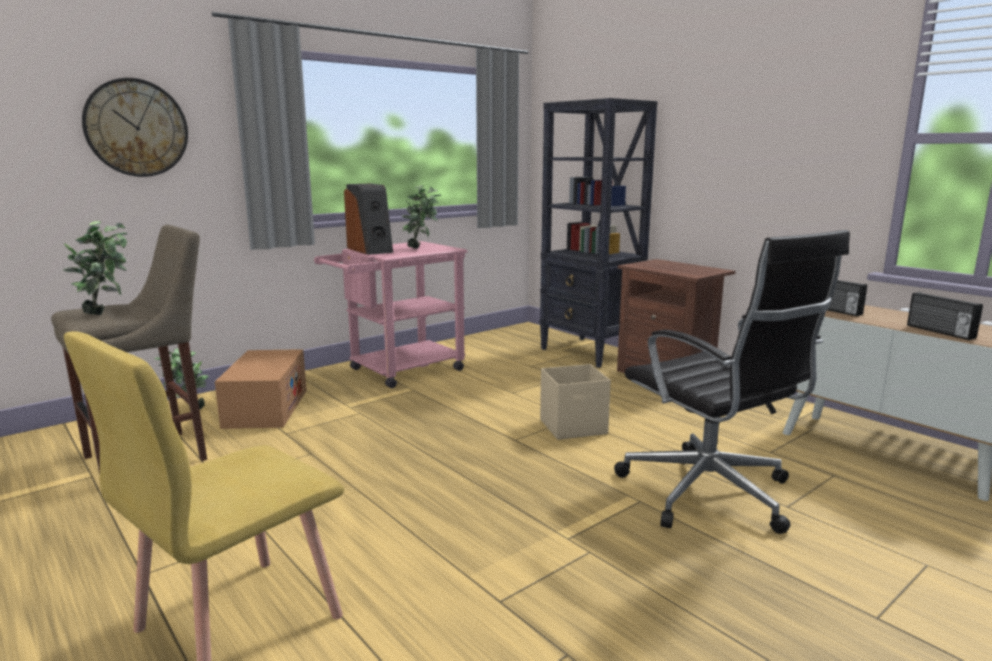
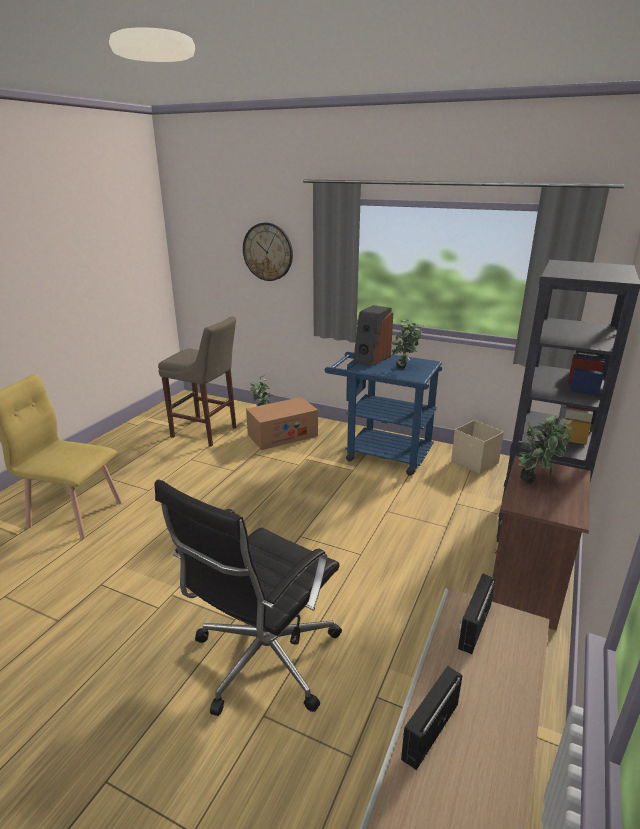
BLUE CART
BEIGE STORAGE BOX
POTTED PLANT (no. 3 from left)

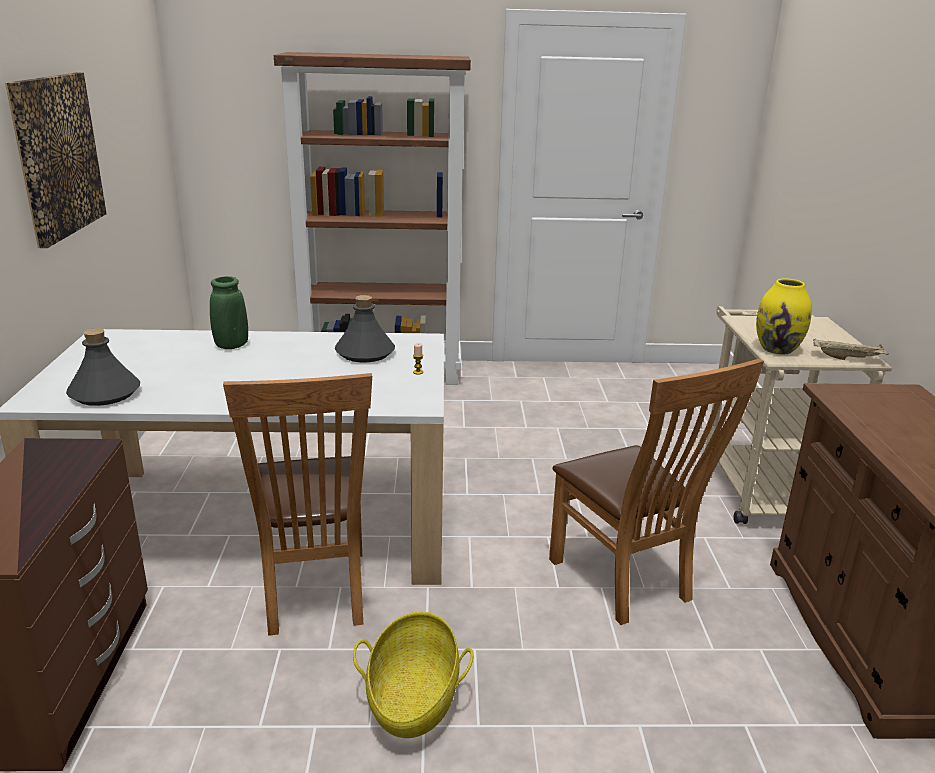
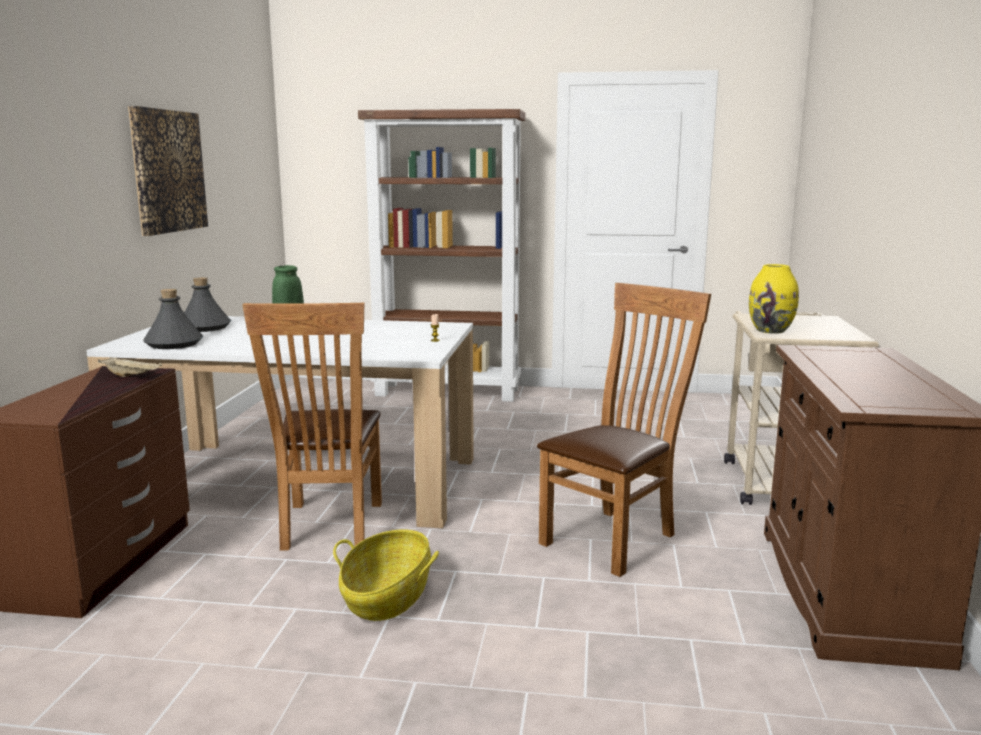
BEIGE TRAY
GREY BOTTLE (no. 2 from left)
BROWN CHAIR (no. 2 from left)

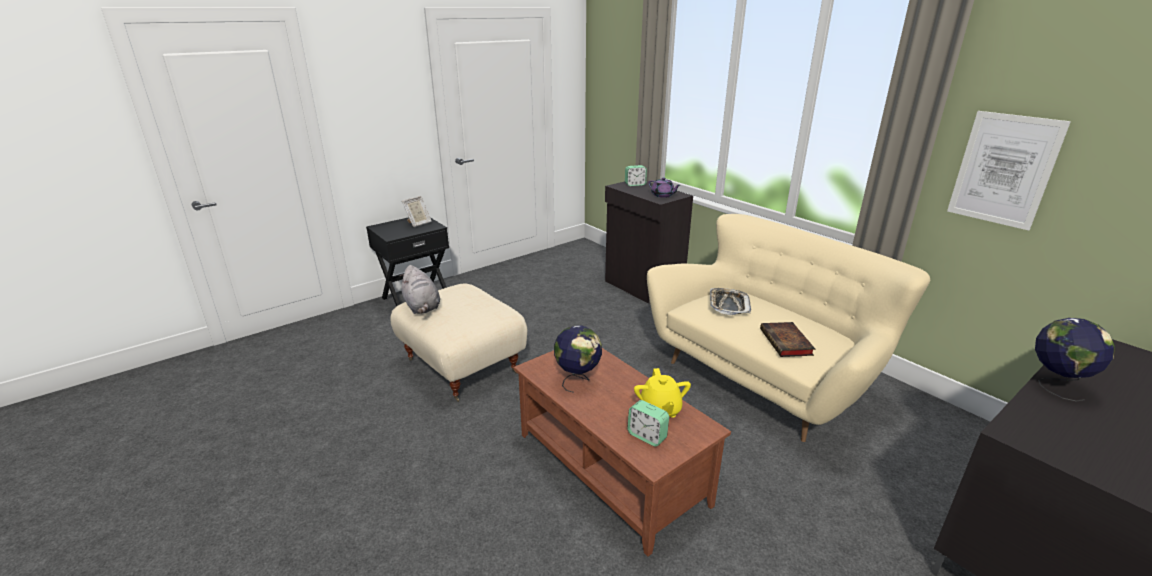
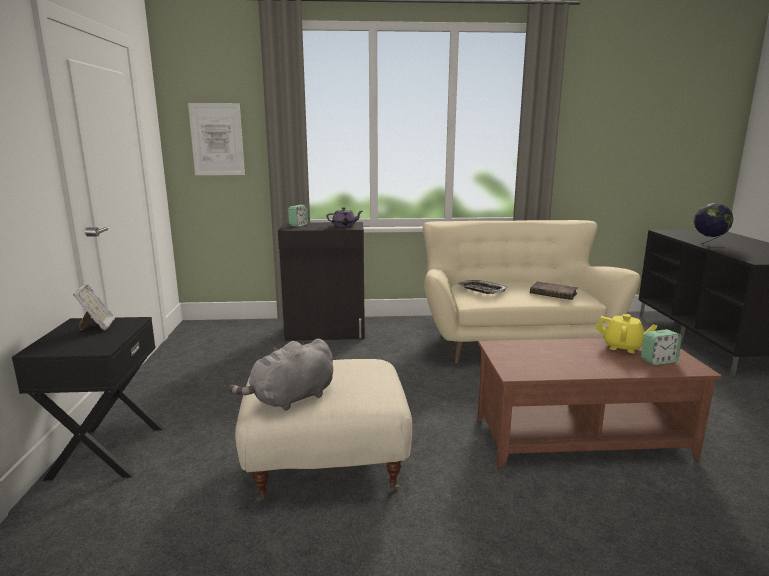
PICTURE
GREY PLUSH TOY
GLOBE (no. 1 from left in the first image)

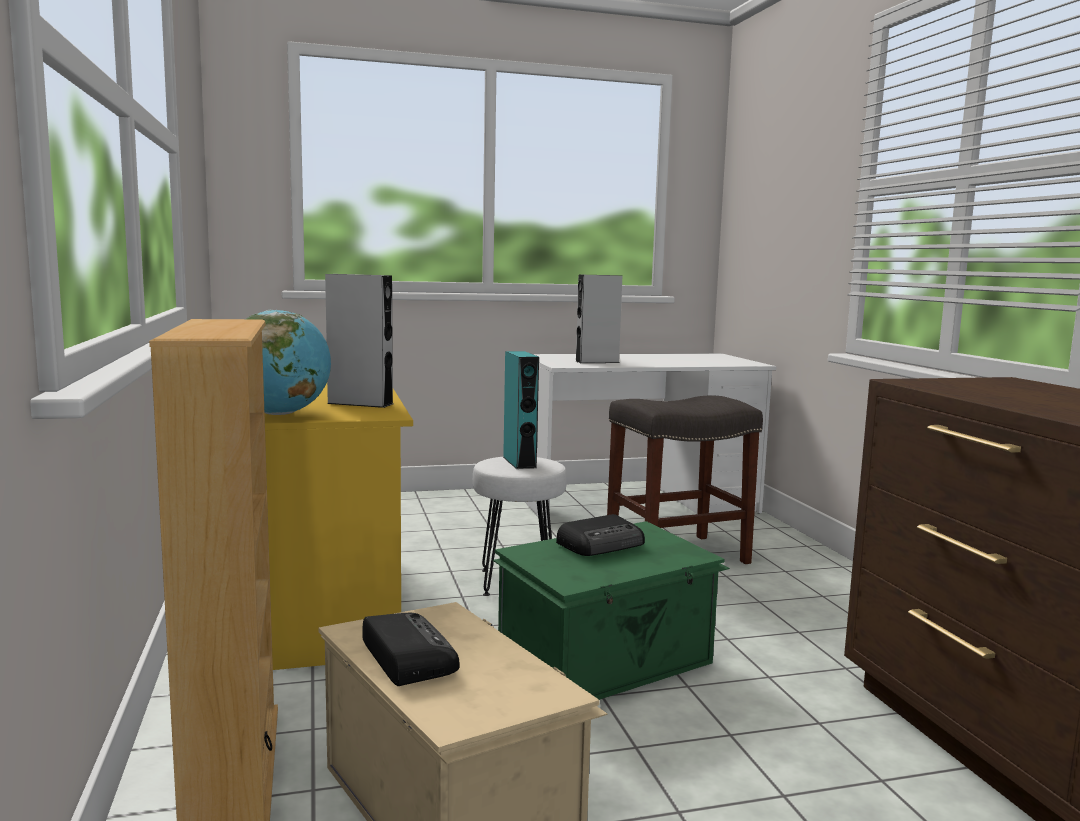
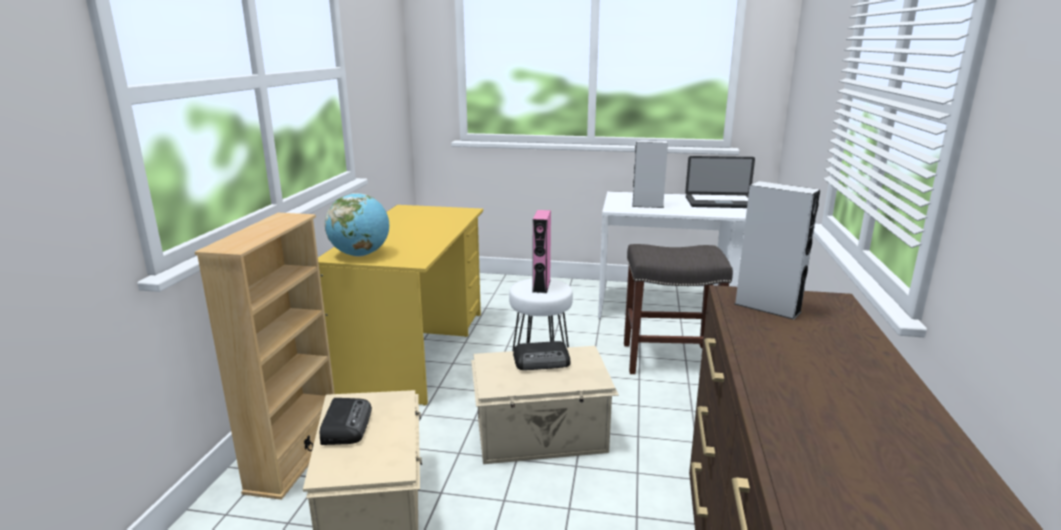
BEIGE STORAGE BOX (no. 2 from left)
PINK SPEAKER
LAPTOP
GREY SPEAKER (no. 2 from left)

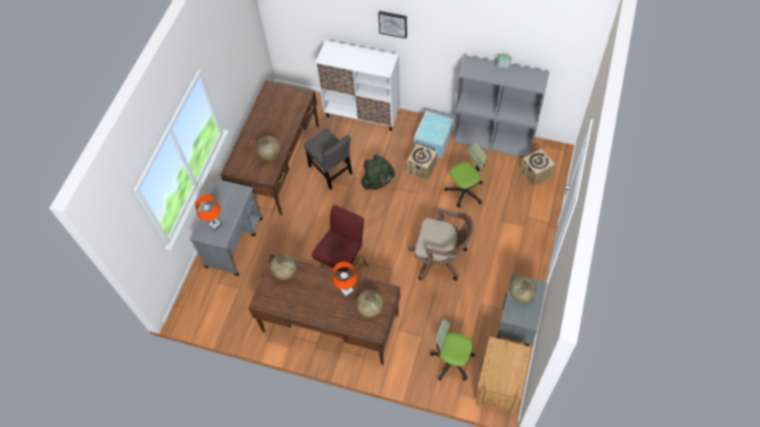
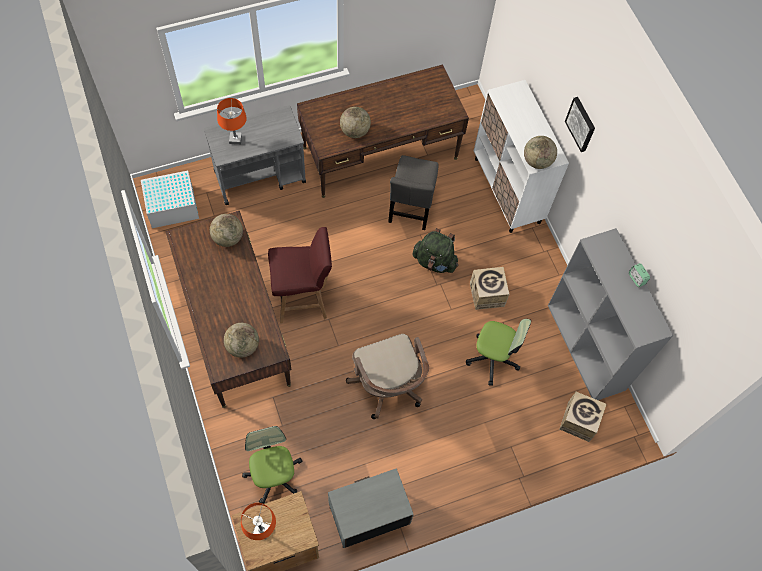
WHITE STORAGE BOX
ORANGE TABLE LAMP (no. 2 from left)
GLOBE (no. 4 from left)

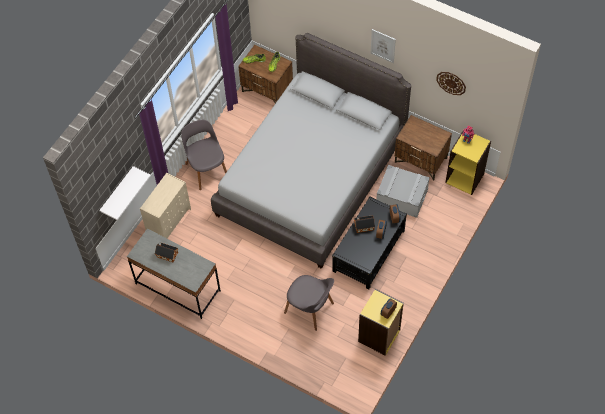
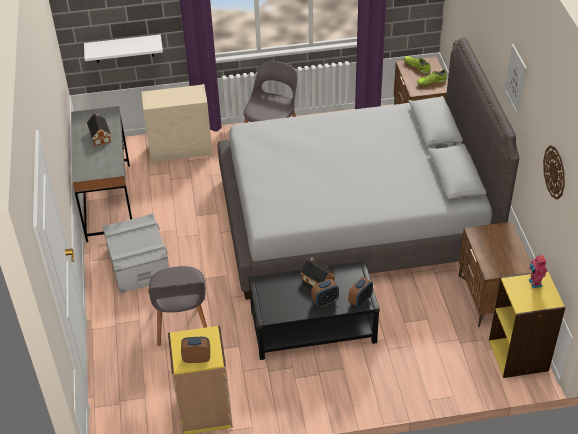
GREY STORAGE BOX

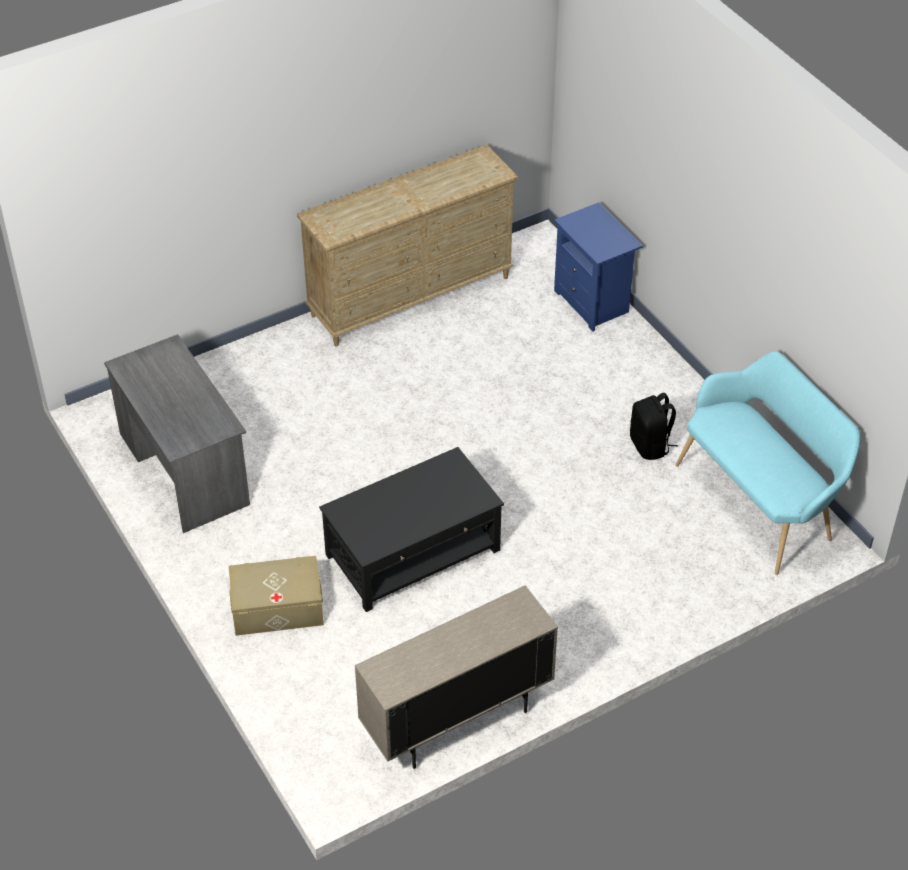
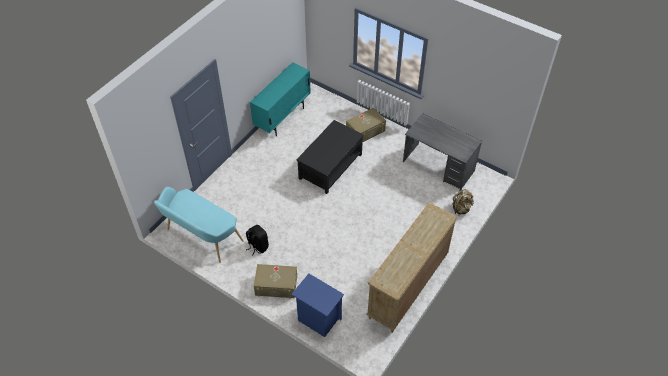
TURQUOISE CABINET
BEIGE STORAGE BOX (no. 1 from left)
BEIGE BACKPACK

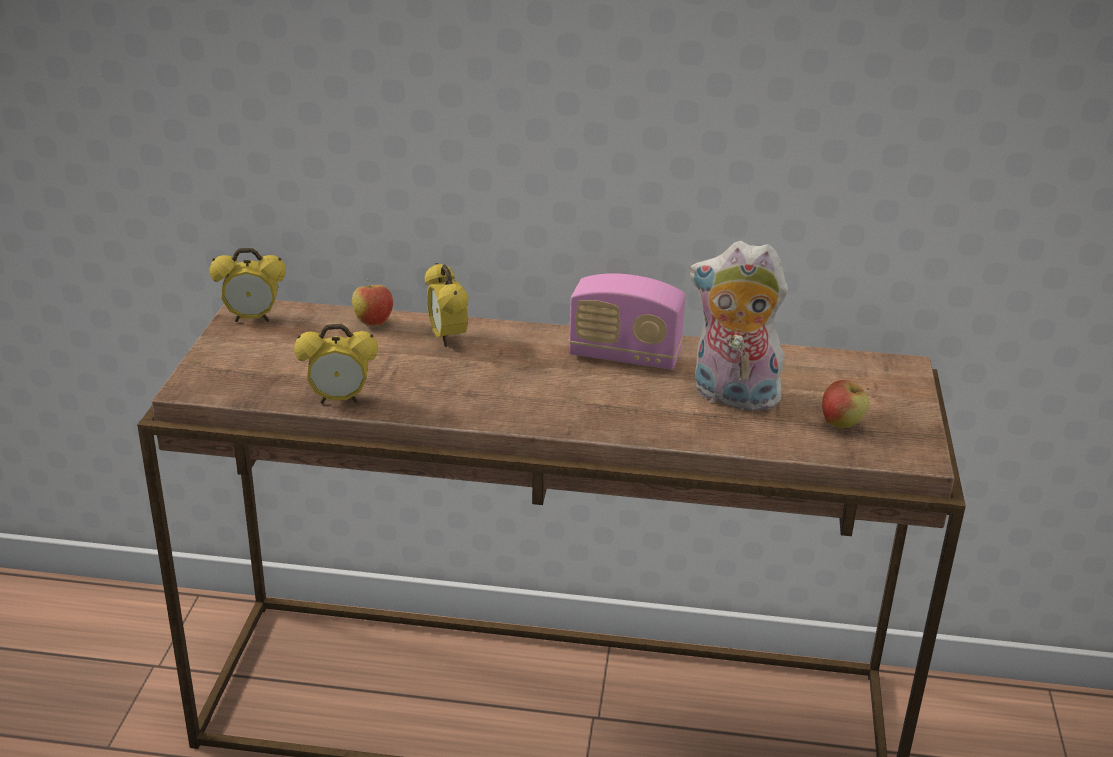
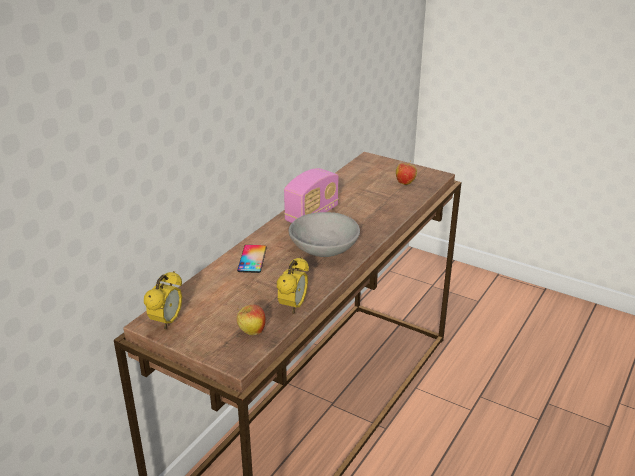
PHONE
APPLE (no. 1 from left)
GREY BOWL
PLUSH TOY

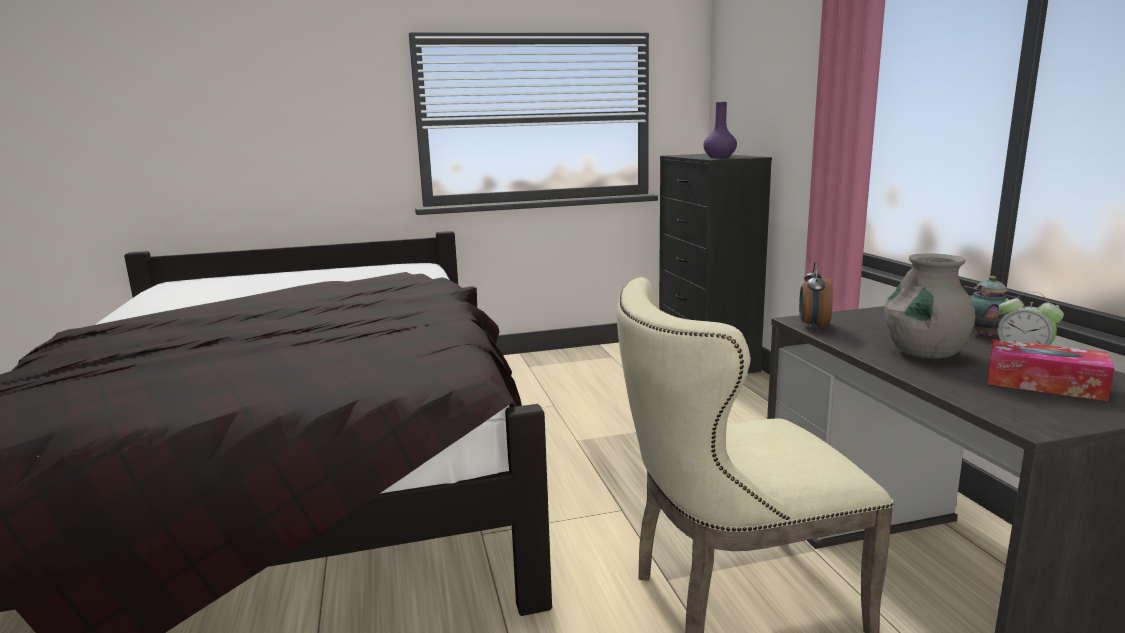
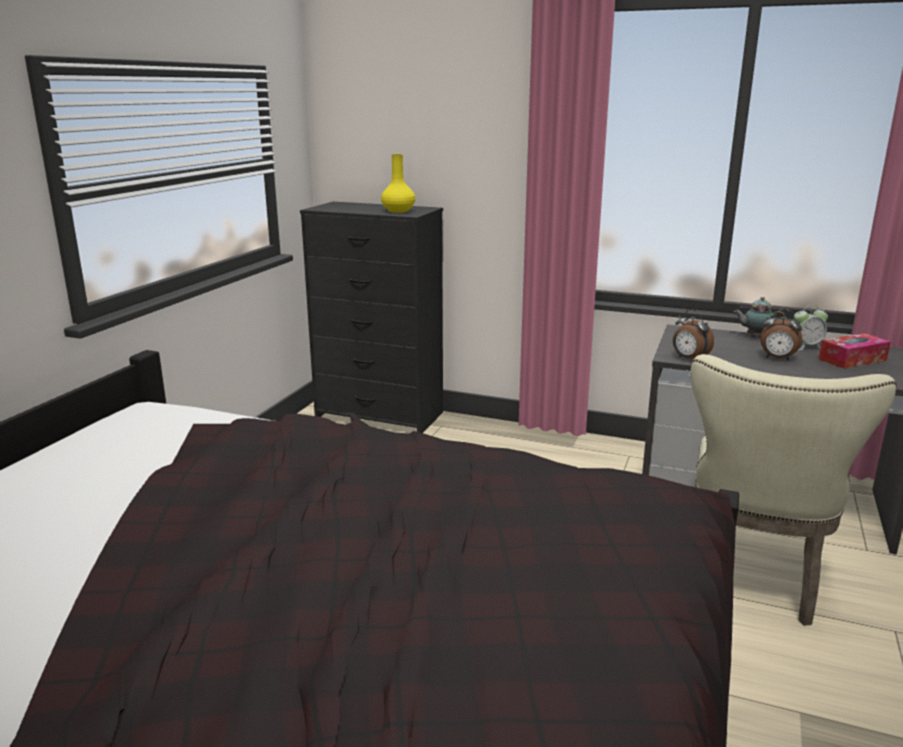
YELLOW VASE
ALARM CLOCK (no. 2 from left)

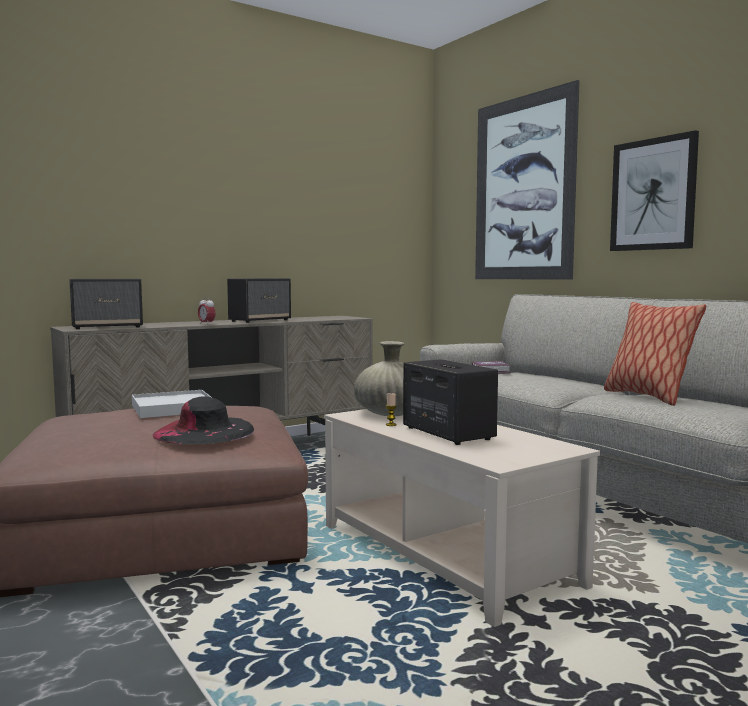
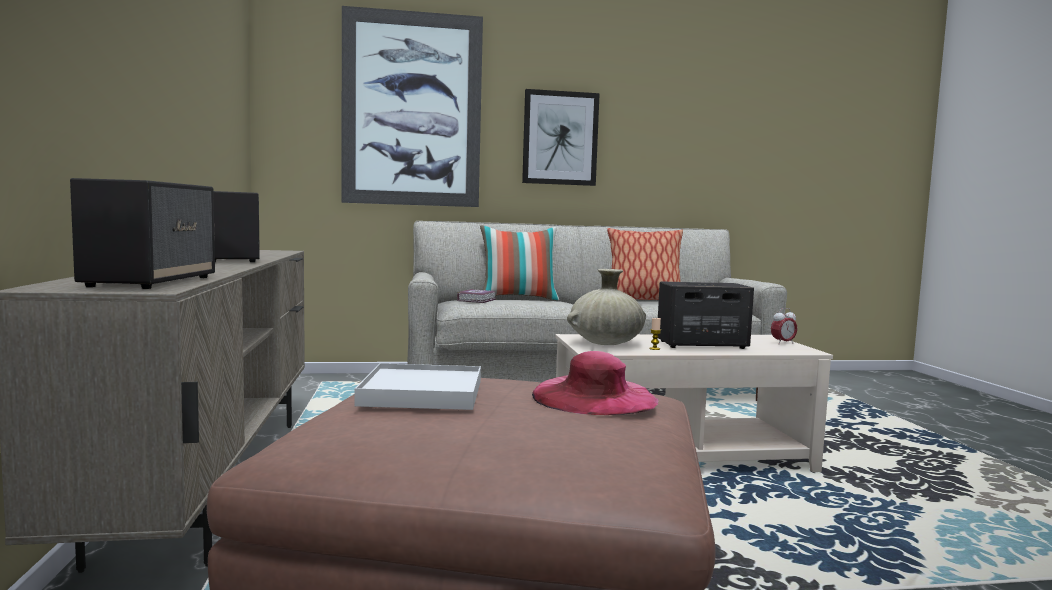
PILLOW (no. 1 from left)
PINK HAT
ALARM CLOCK

